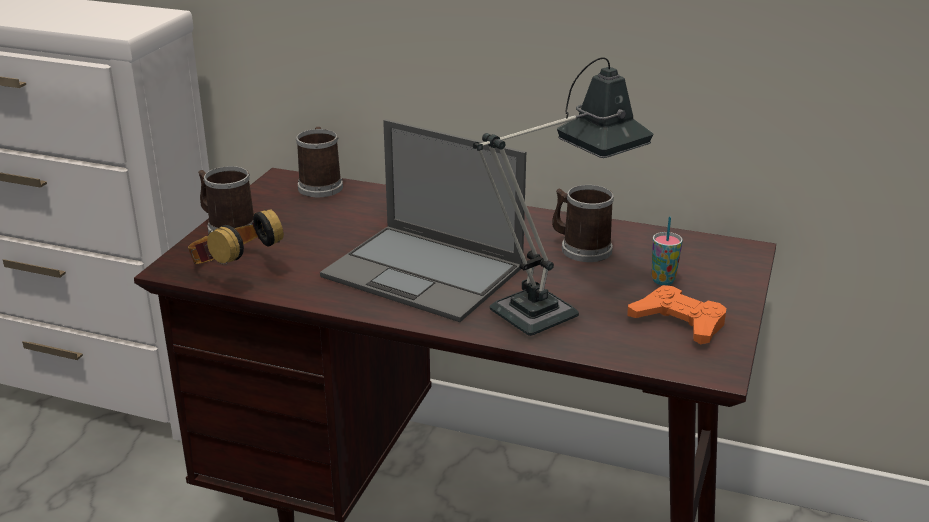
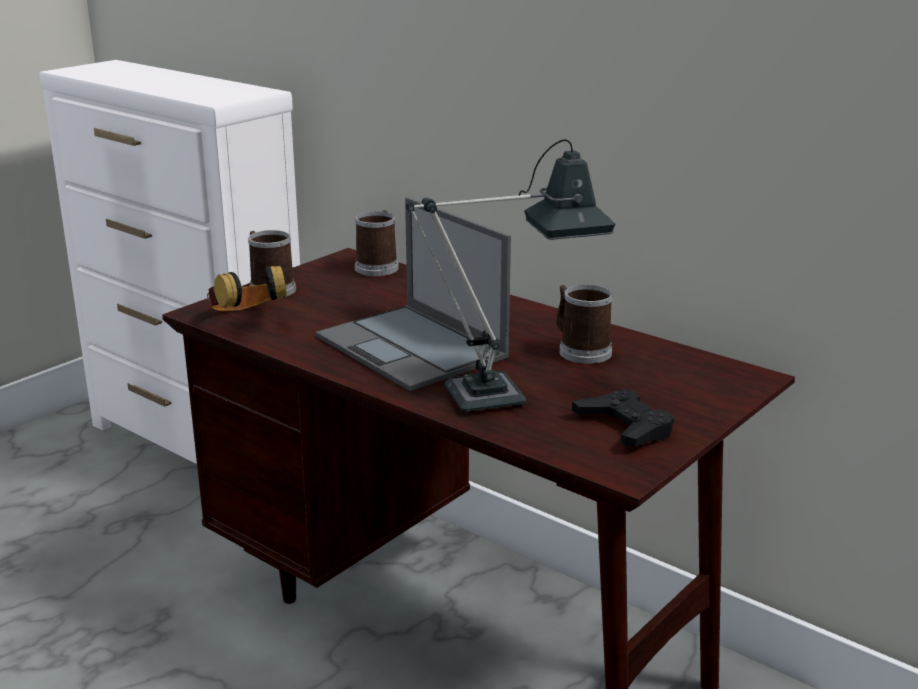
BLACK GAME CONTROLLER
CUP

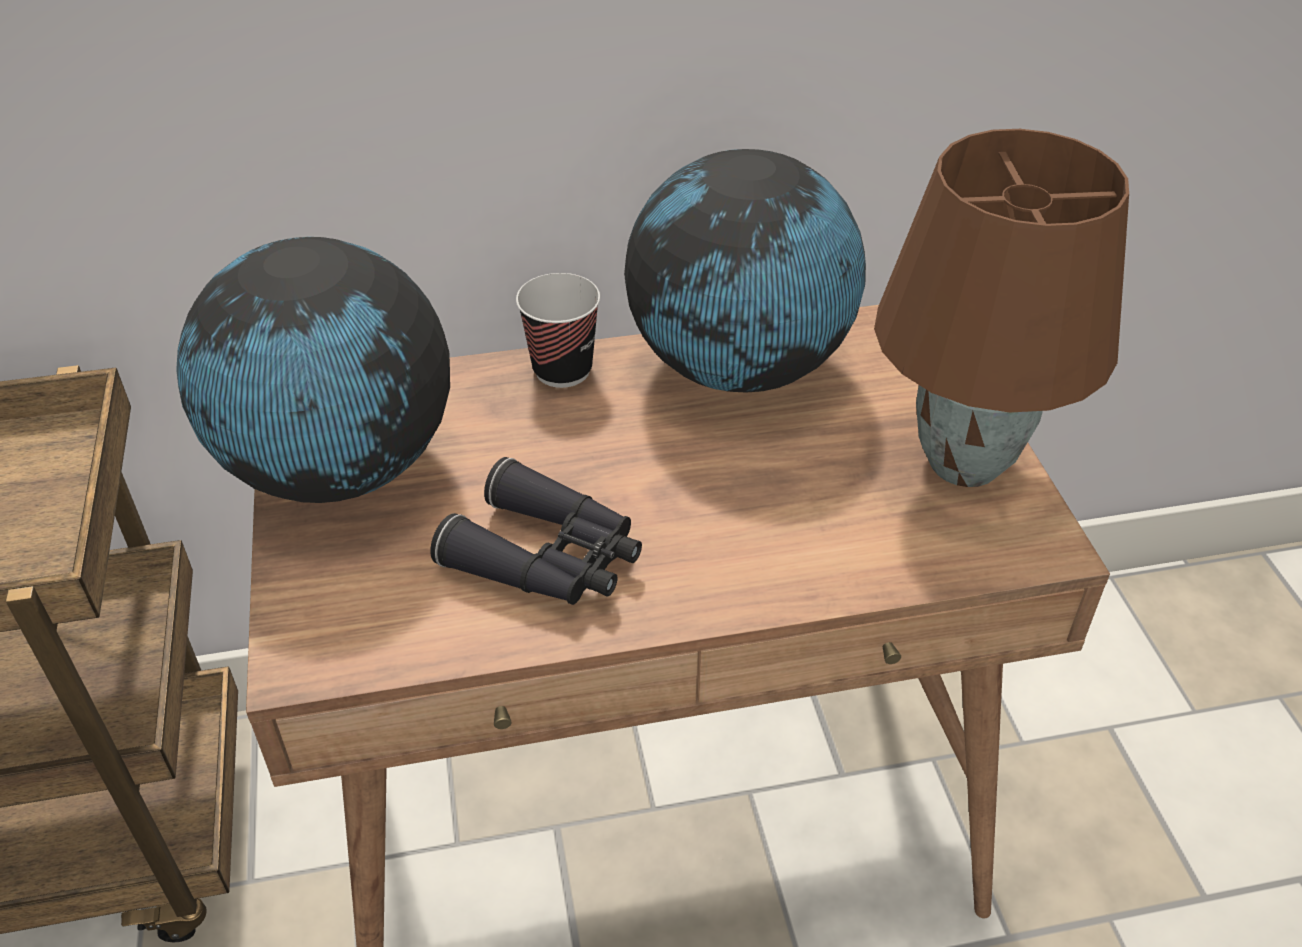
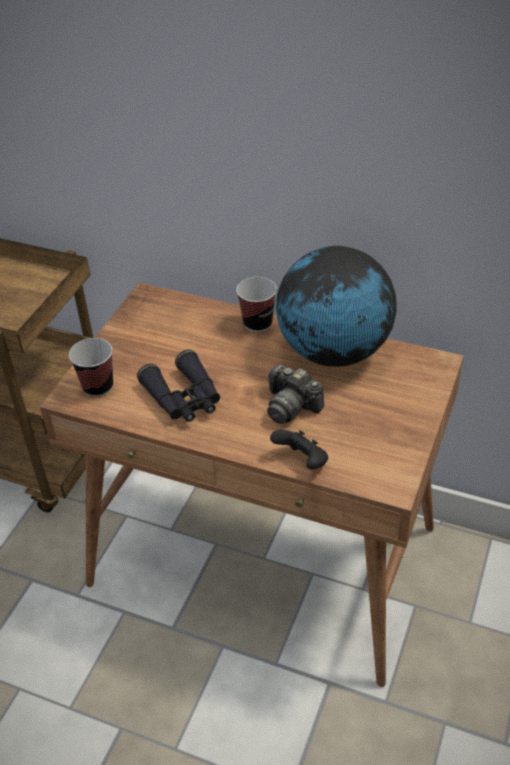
CUP (no. 1 from left)
PHOTO CAMERA
BLACK GAME CONTROLLER
GLOBE (no. 1 from left in the first image)
BROWN TABLE LAMP

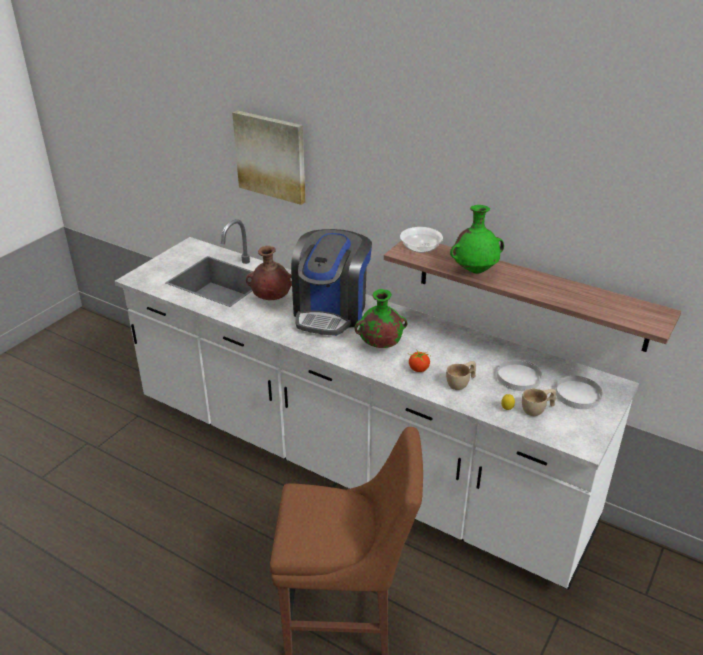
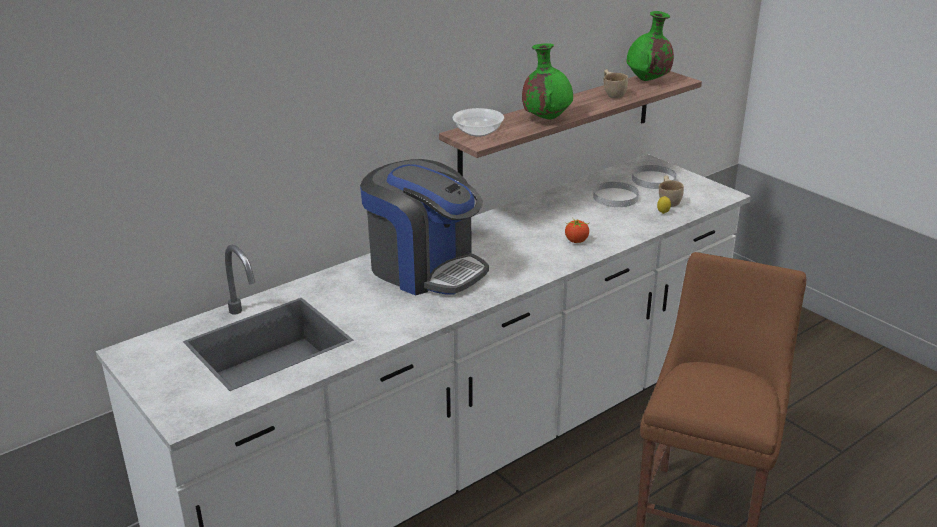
BEIGE CUP (no. 1 from left)
GREEN VASE (no. 2 from left)
PICTURE
BROWN VASE

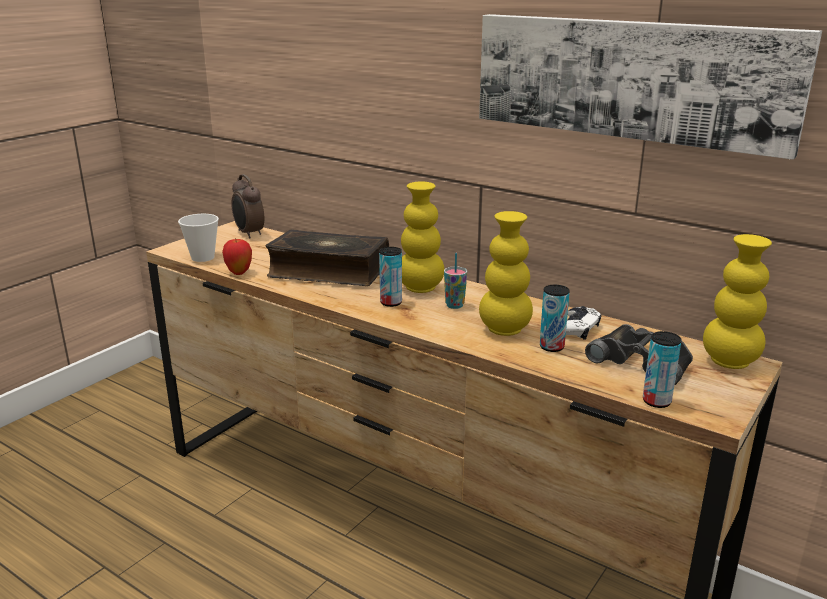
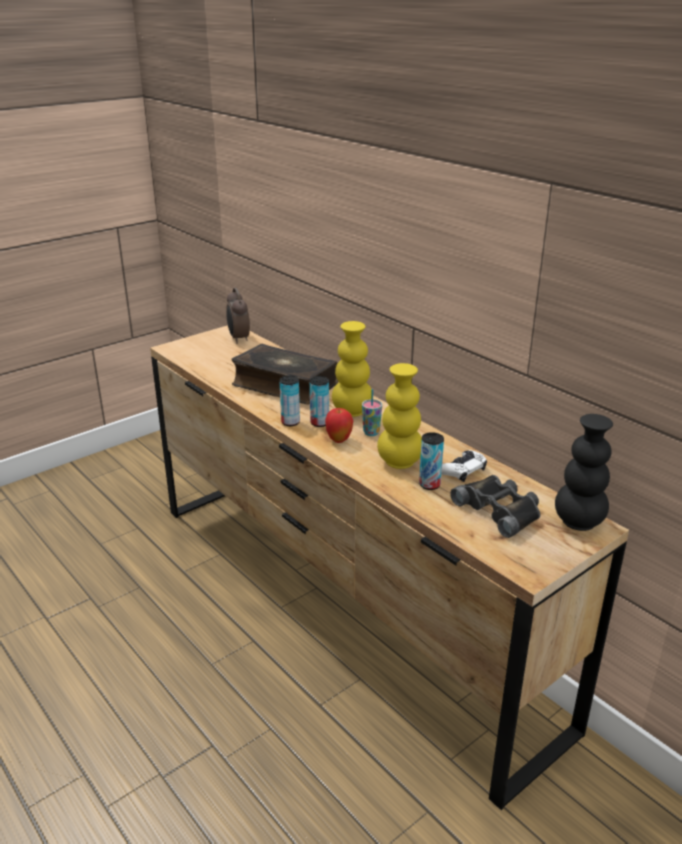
CAN (no. 1 from left)
APPLE
BLACK VASE
CUP (no. 1 from left in the first image)
PICTURE

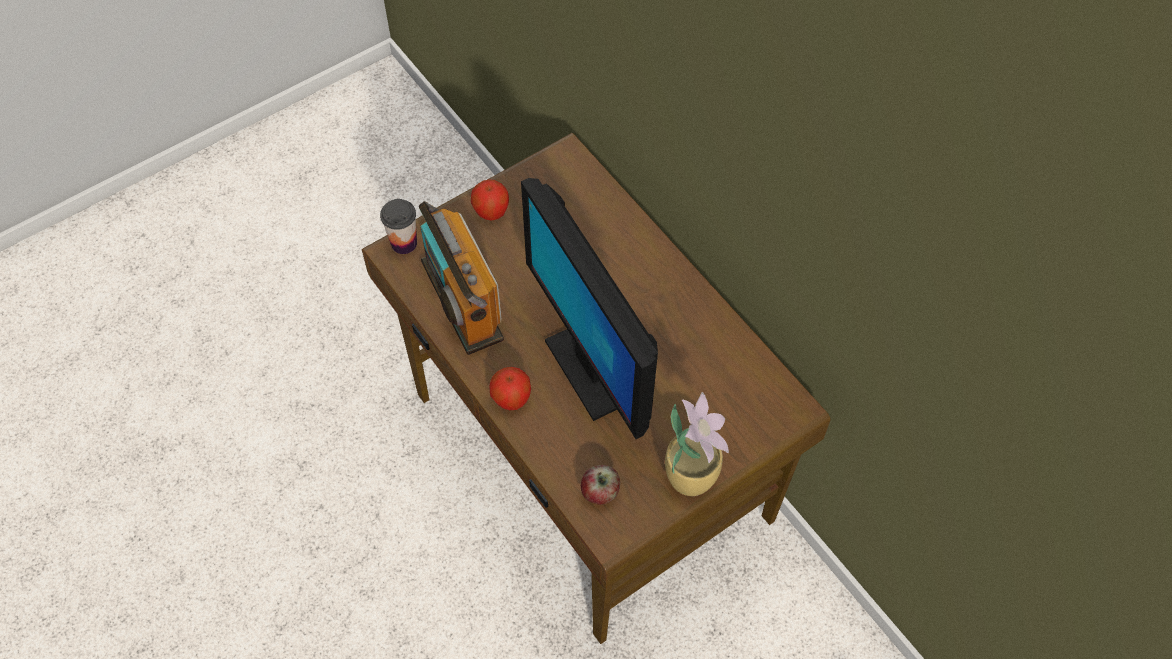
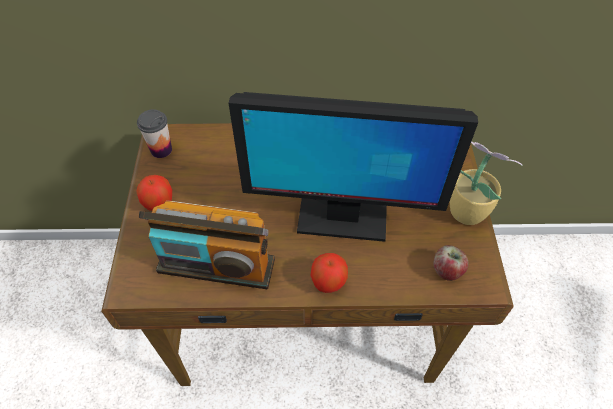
CUP

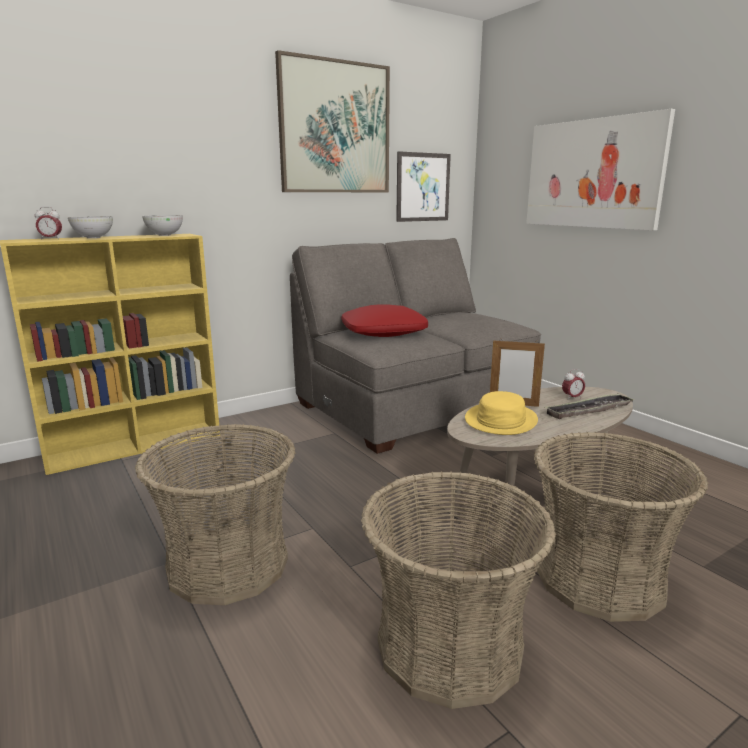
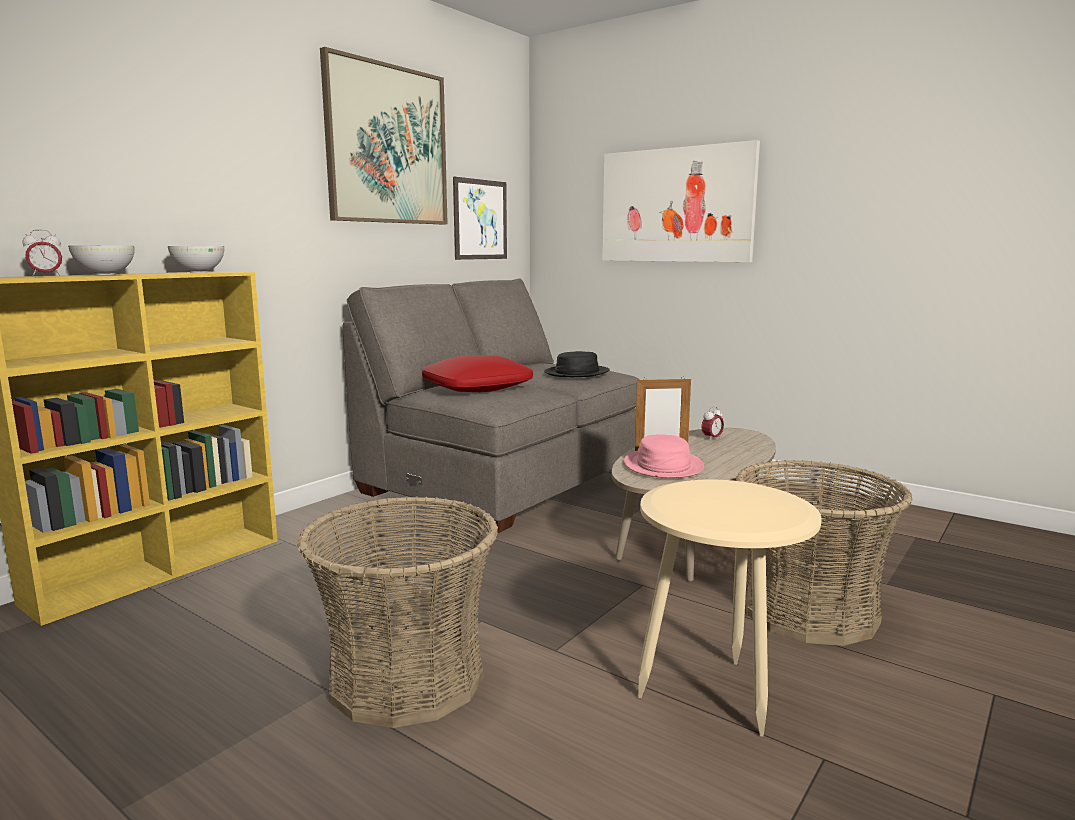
BLACK HAT
PINK HAT
BEIGE SIDE TABLE
TRAY

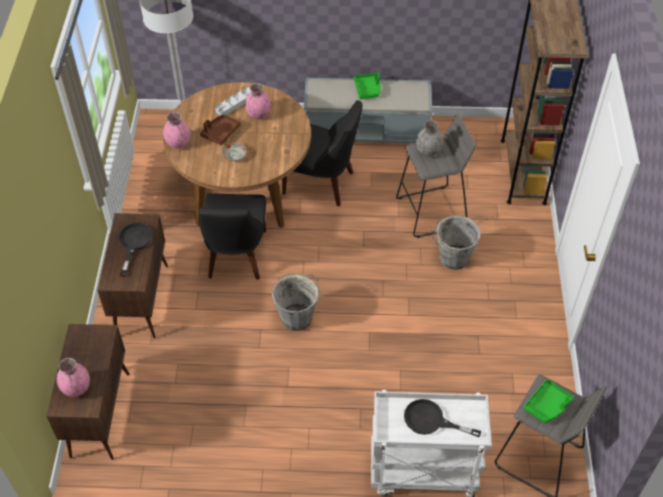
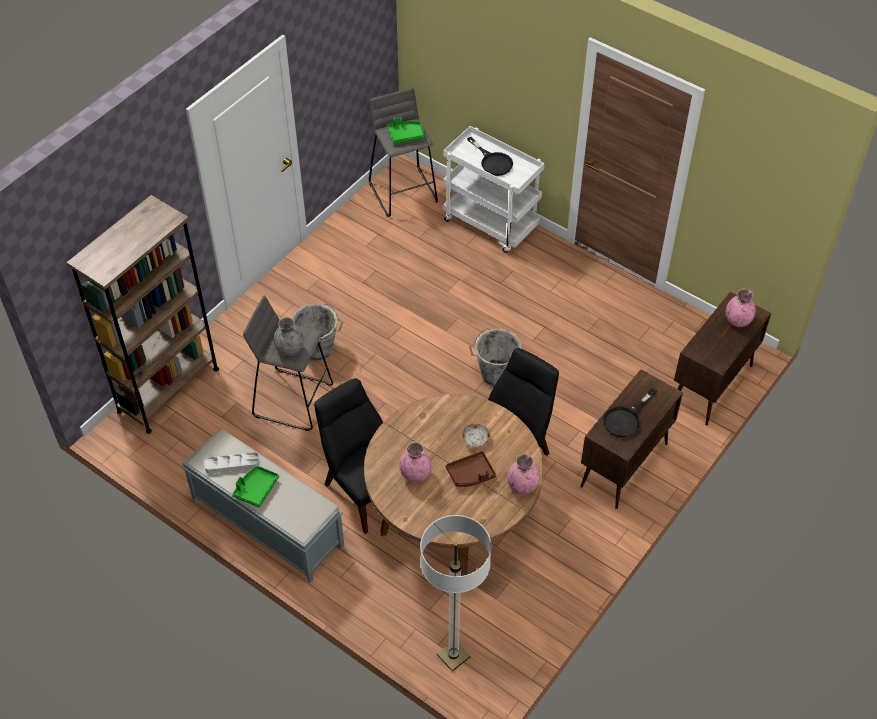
GREY TRAY

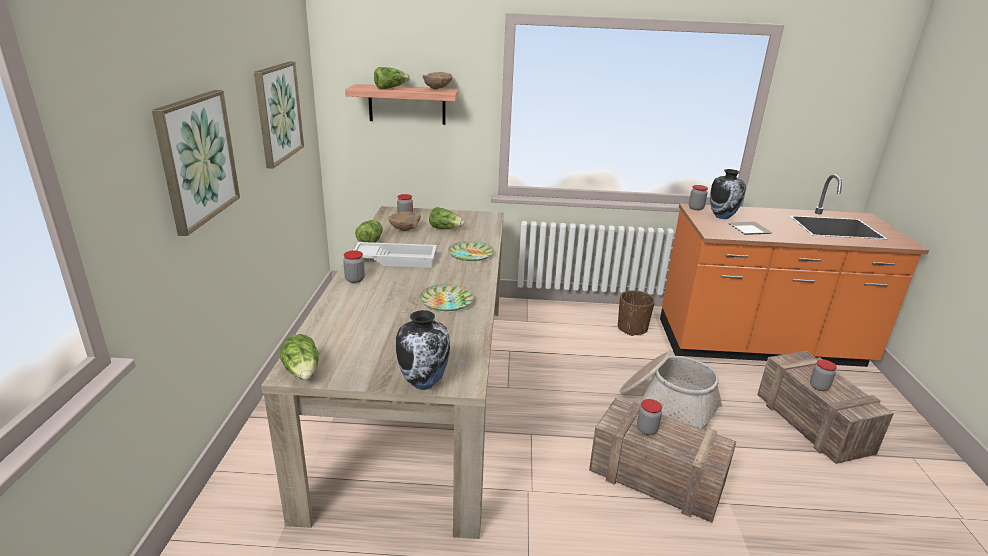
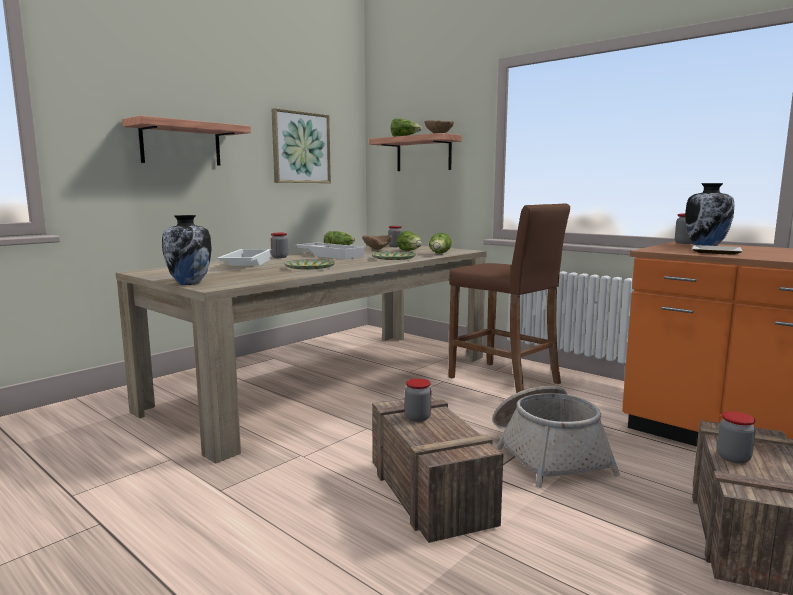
SHELF (no. 1 from left)
WHITE TRAY (no. 1 from left)
LETTUCE (no. 4 from left)
BROWN STOOL
BROWN PLANTER

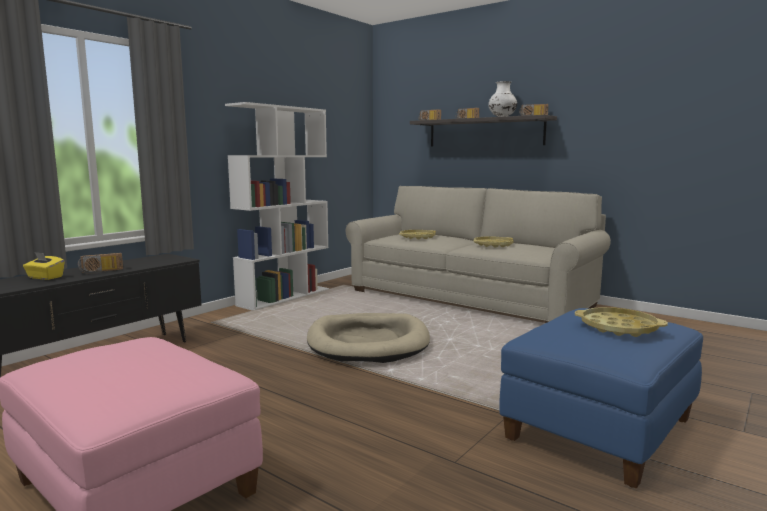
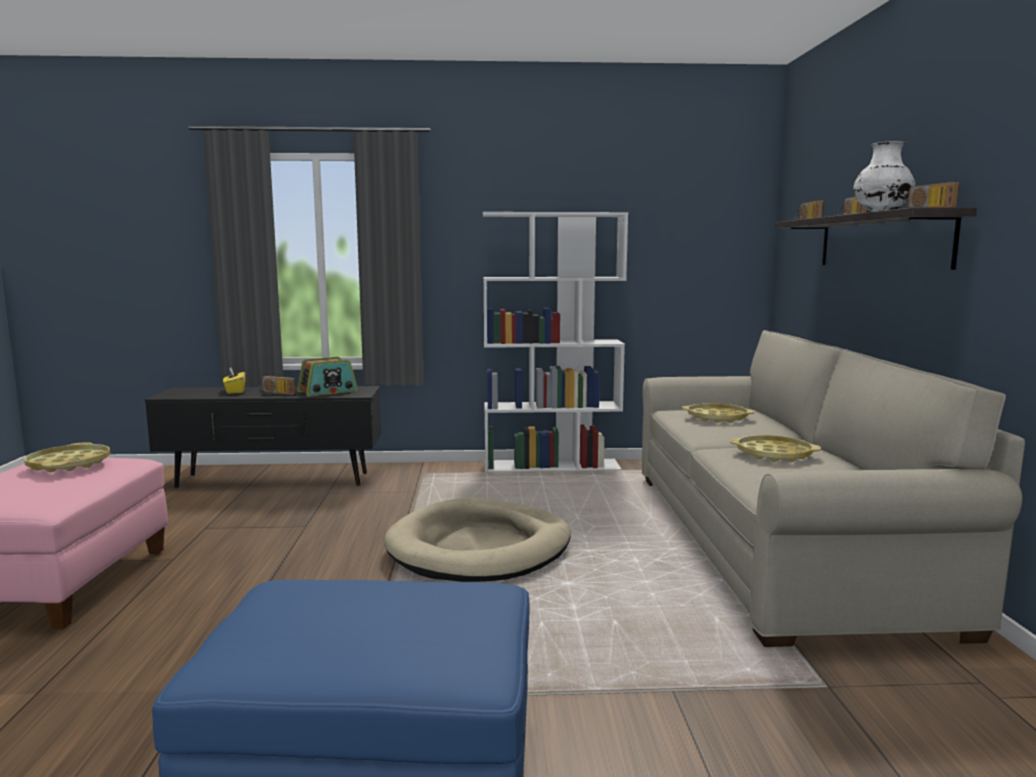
YELLOW TRAY (no. 1 from left)
RADIO (no. 2 from left)

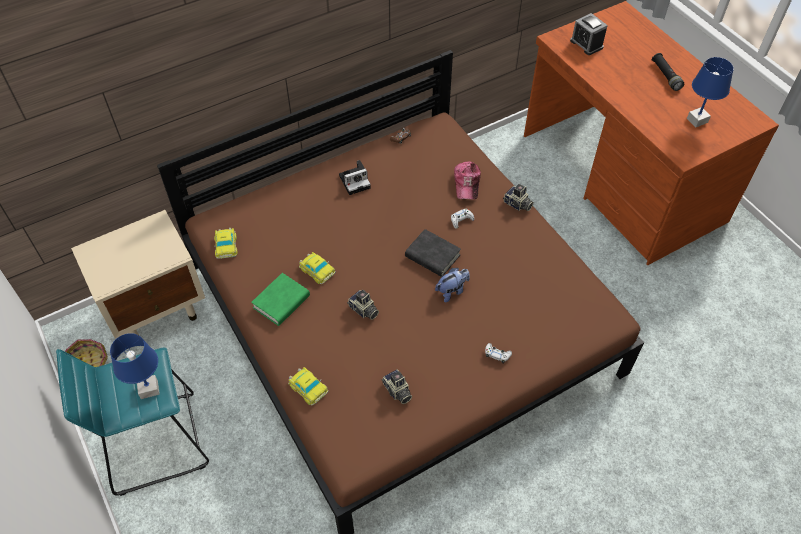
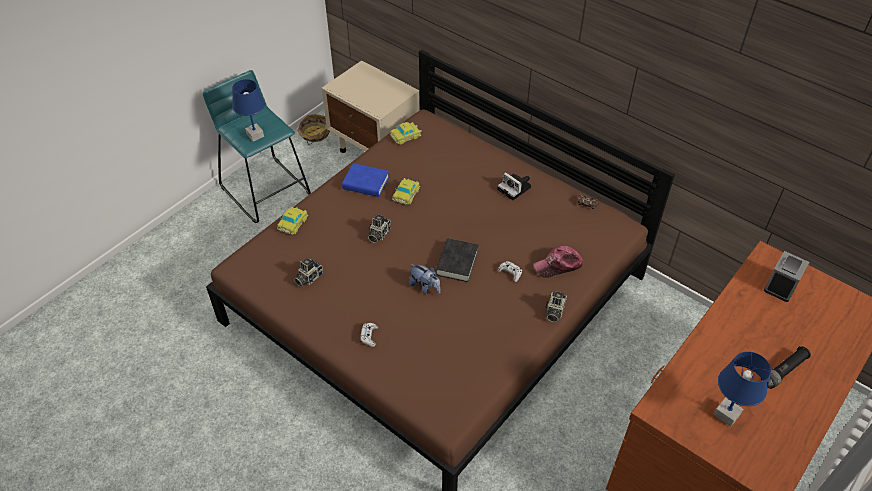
BLUE BOOK

